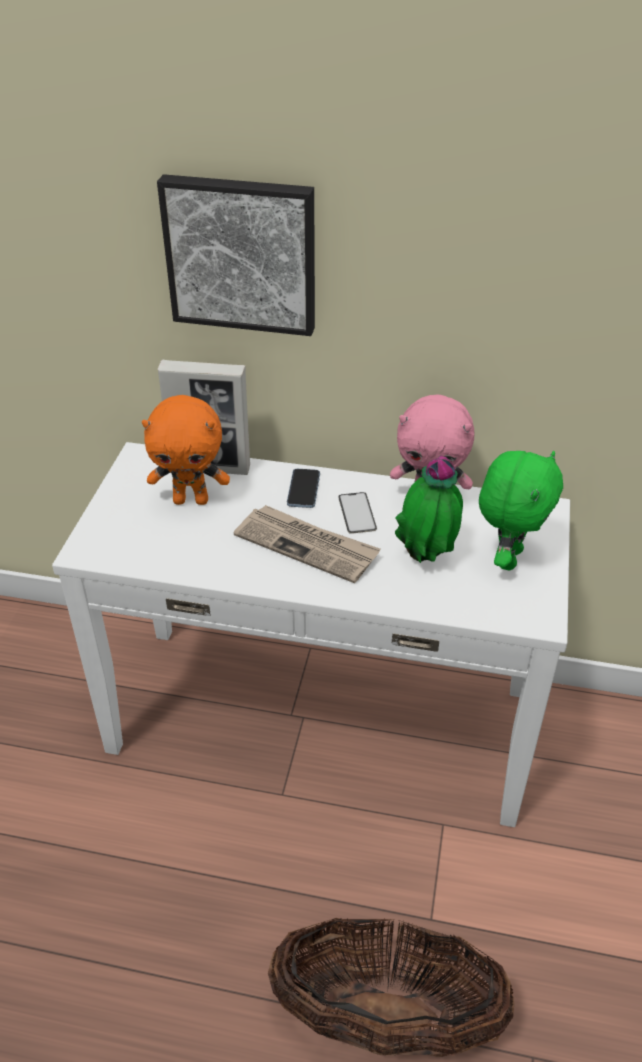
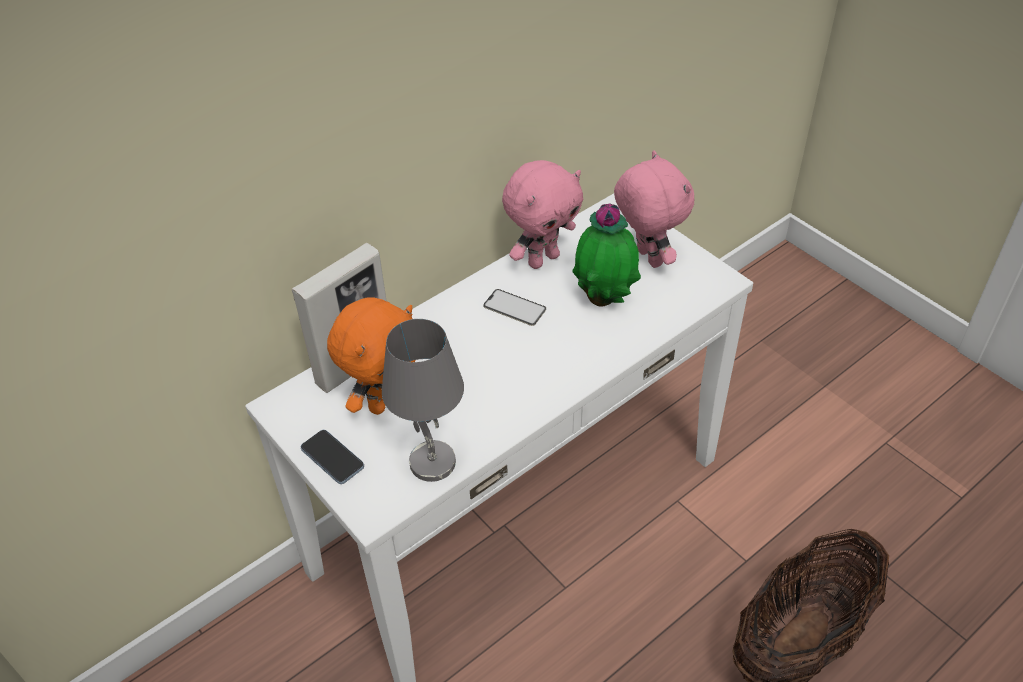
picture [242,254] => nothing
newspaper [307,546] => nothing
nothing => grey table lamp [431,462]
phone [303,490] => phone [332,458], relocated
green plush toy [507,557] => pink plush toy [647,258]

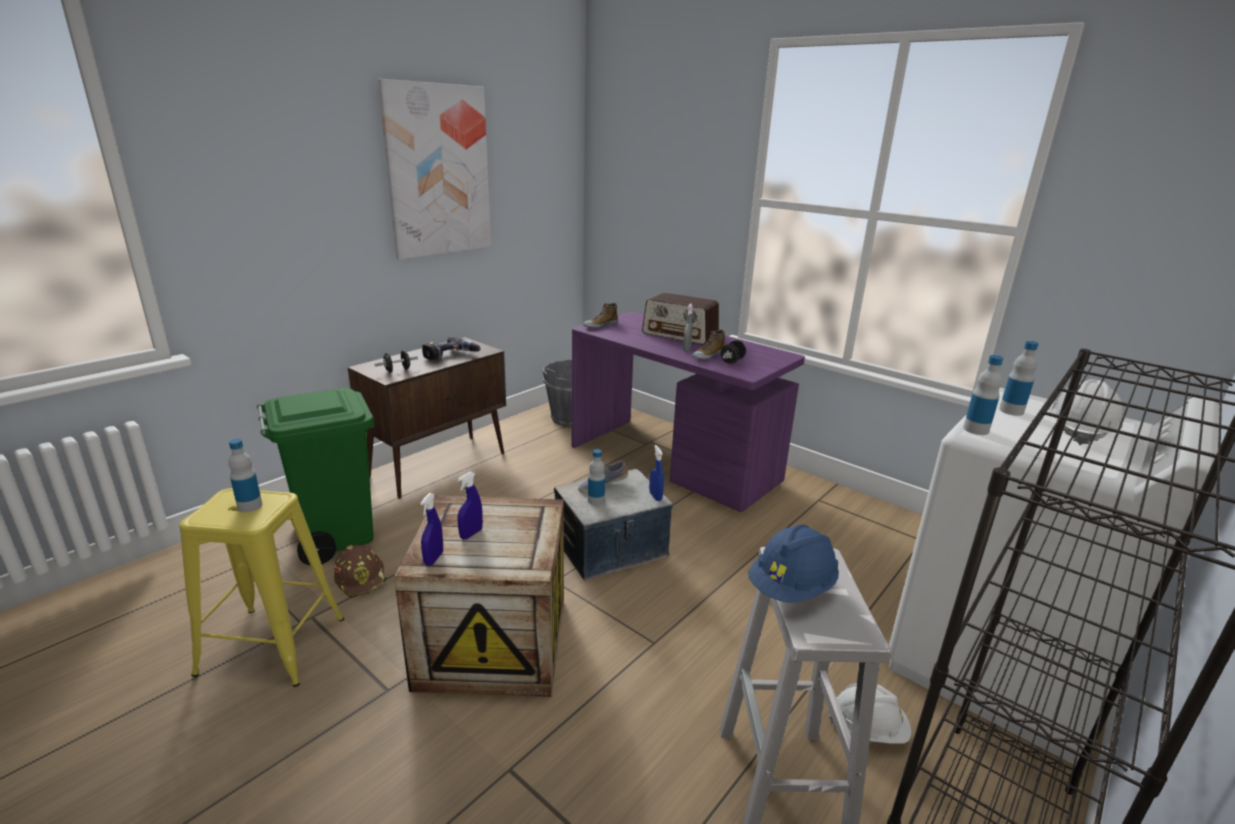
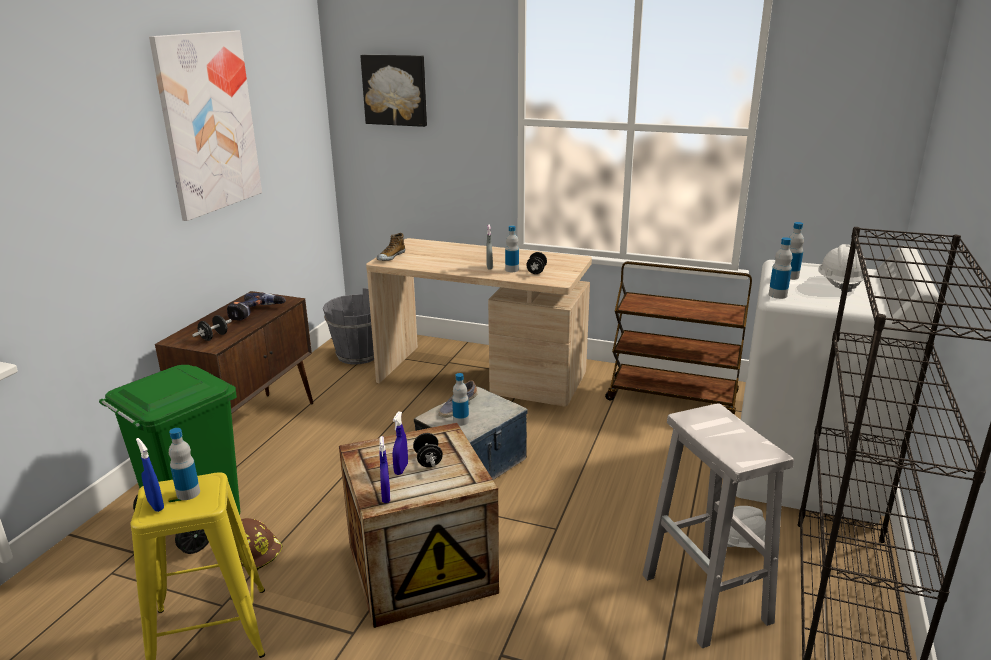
radio [680,334] => nothing
blue hard hat [792,588] => nothing
nothing => picture [395,90]
nothing => black dumbbell [428,460]
nothing => brown cart [673,397]
blue spray bottle [655,496] => blue spray bottle [156,505], relocated
shoe [707,355] => bottle [512,270]
purple desk [674,463] => beige desk [482,377]

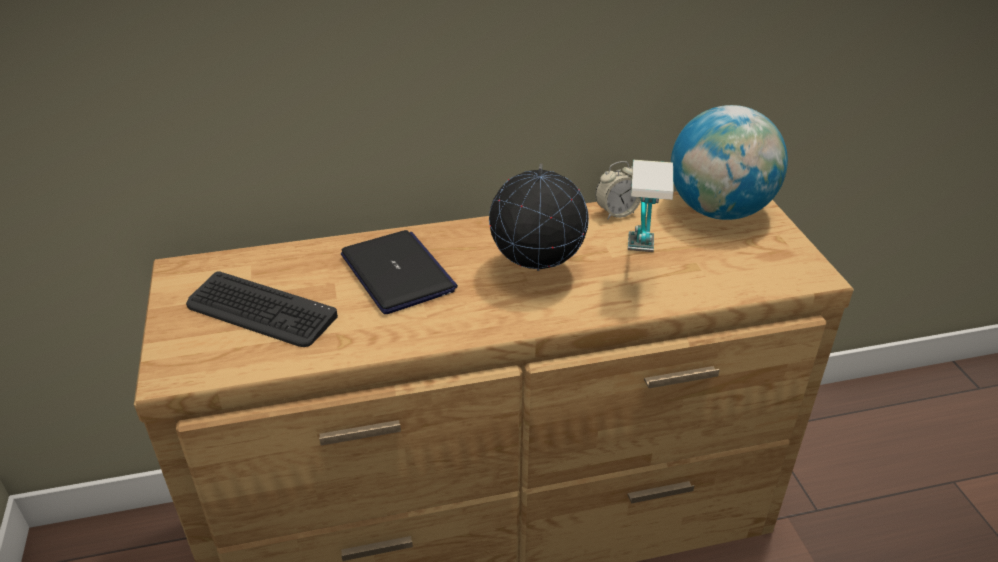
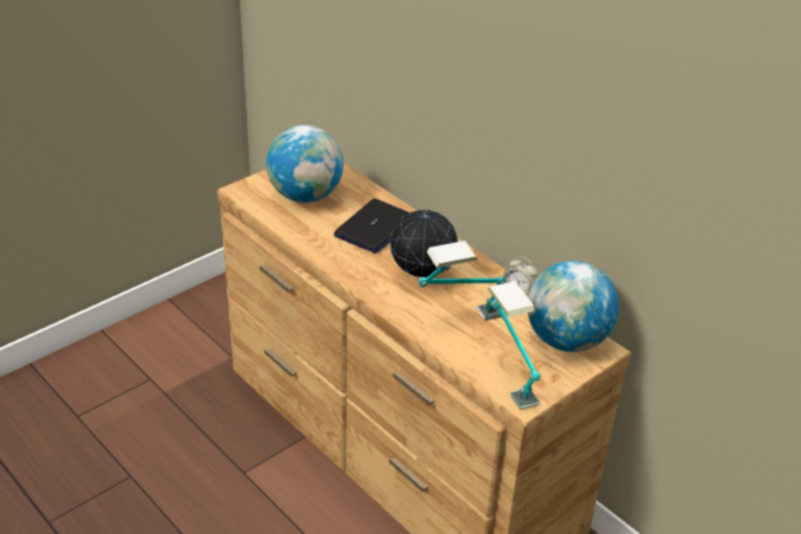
nothing => table lamp [508,377]
keyboard [260,311] => globe [305,196]

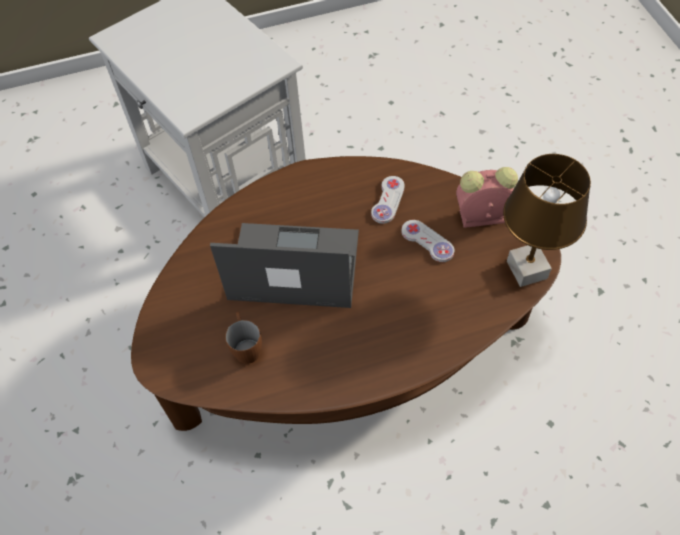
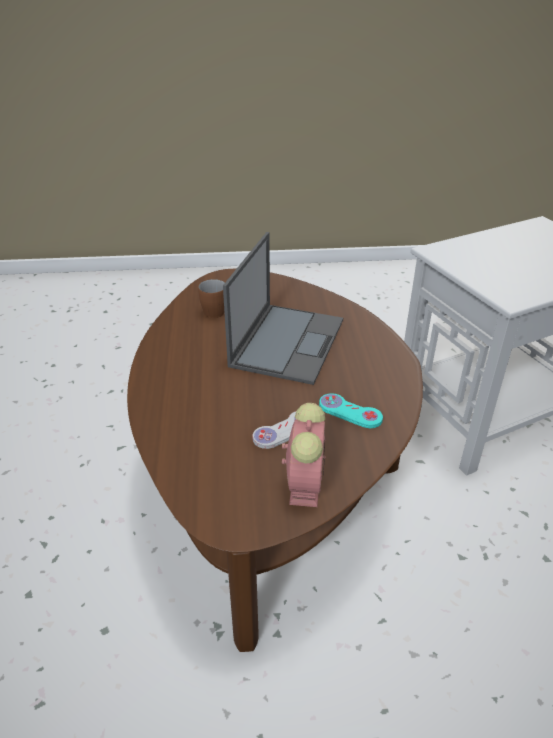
brown table lamp [527,270] => nothing
white game controller [388,200] => turquoise game controller [350,412]

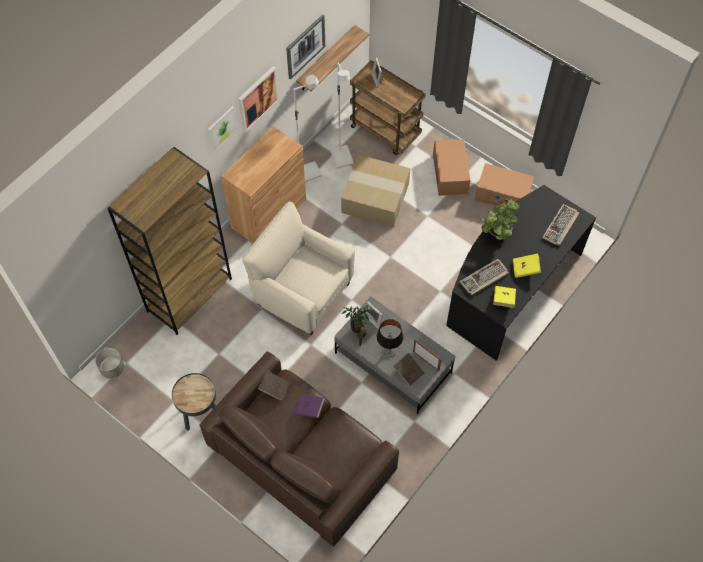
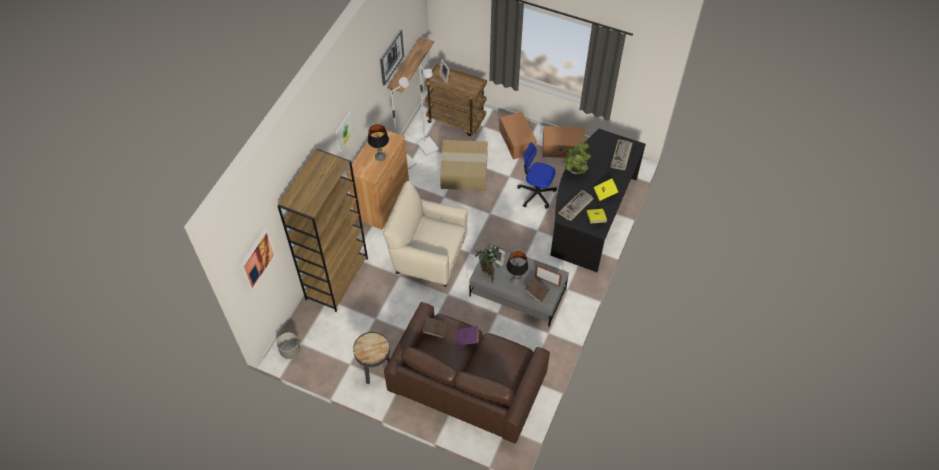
nothing => table lamp [380,157]
nothing => office chair [536,193]
picture [257,98] => picture [256,259], relocated

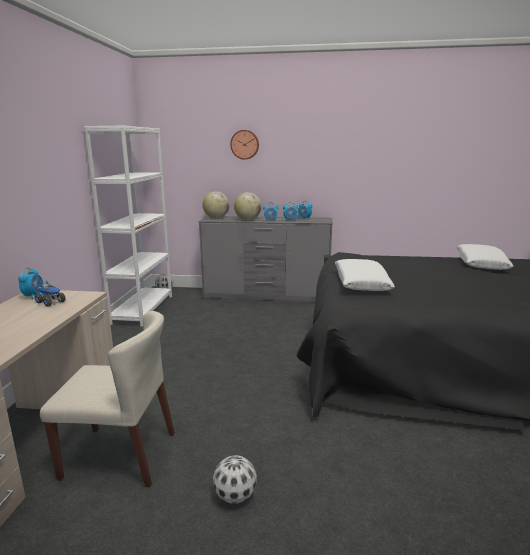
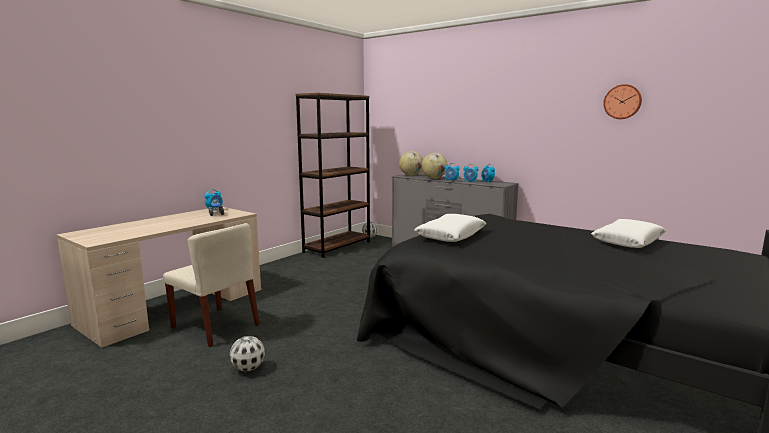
wall clock [244,144] => wall clock [622,102], relocated
white bookcase [143,309] => brown bookcase [337,247]

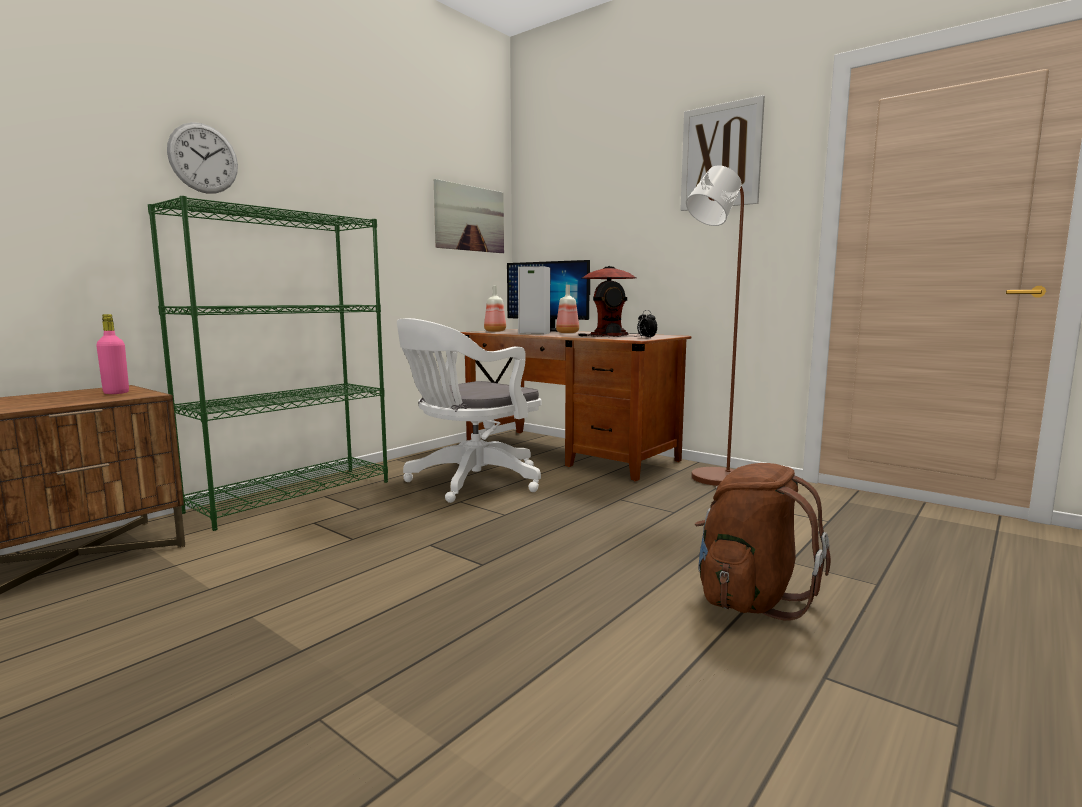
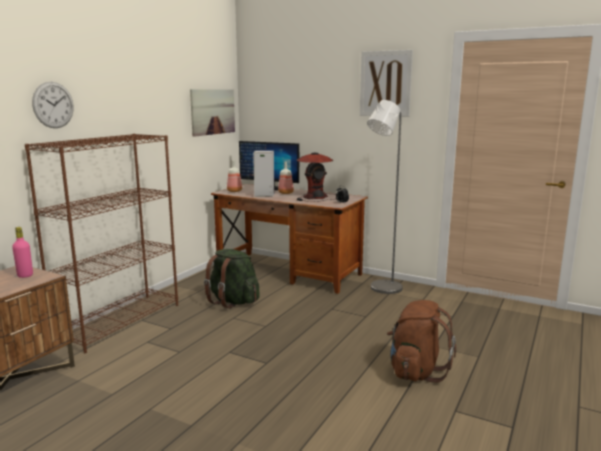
white office chair [470,482] => green backpack [233,301]
green bookcase [293,496] => brown bookcase [120,321]
brown floor lamp [710,480] => grey floor lamp [382,289]

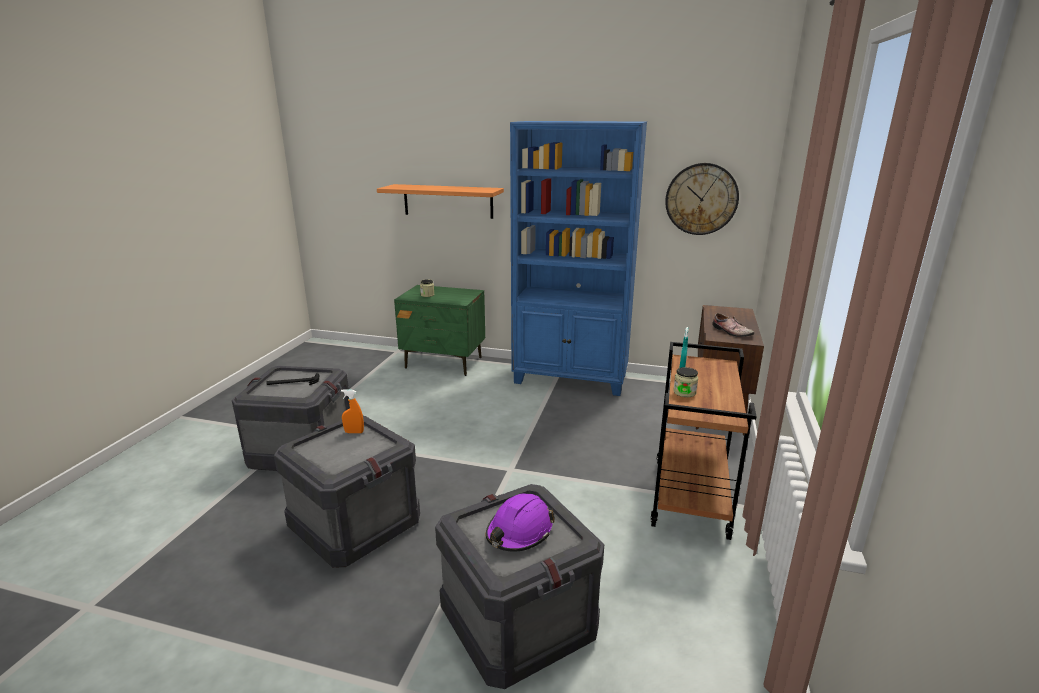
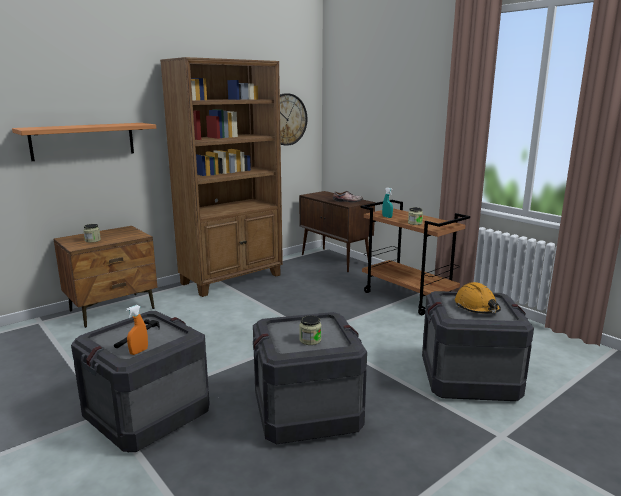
nothing => jar [310,340]
orange spray bottle [354,432] => orange spray bottle [139,351], relocated
green nightstand [444,363] => brown nightstand [113,310]
purple hard hat [519,532] => orange hard hat [476,308]
blue bookcase [571,379] => brown bookcase [232,279]

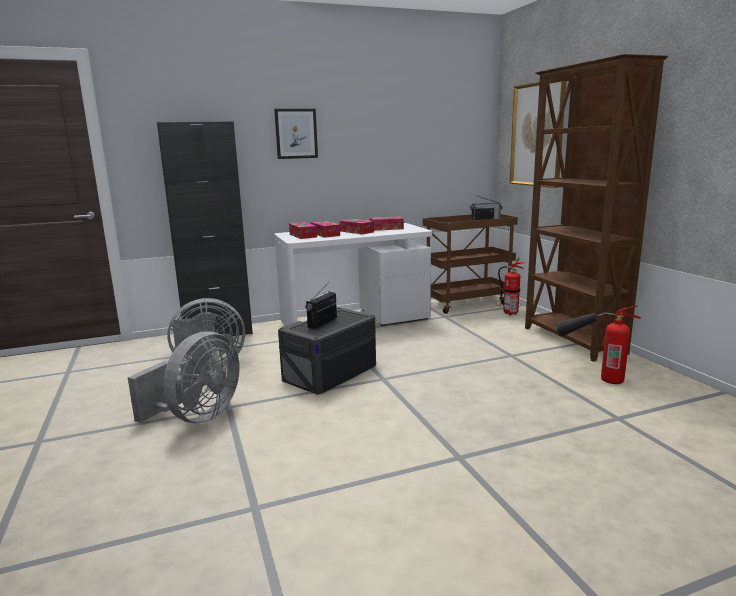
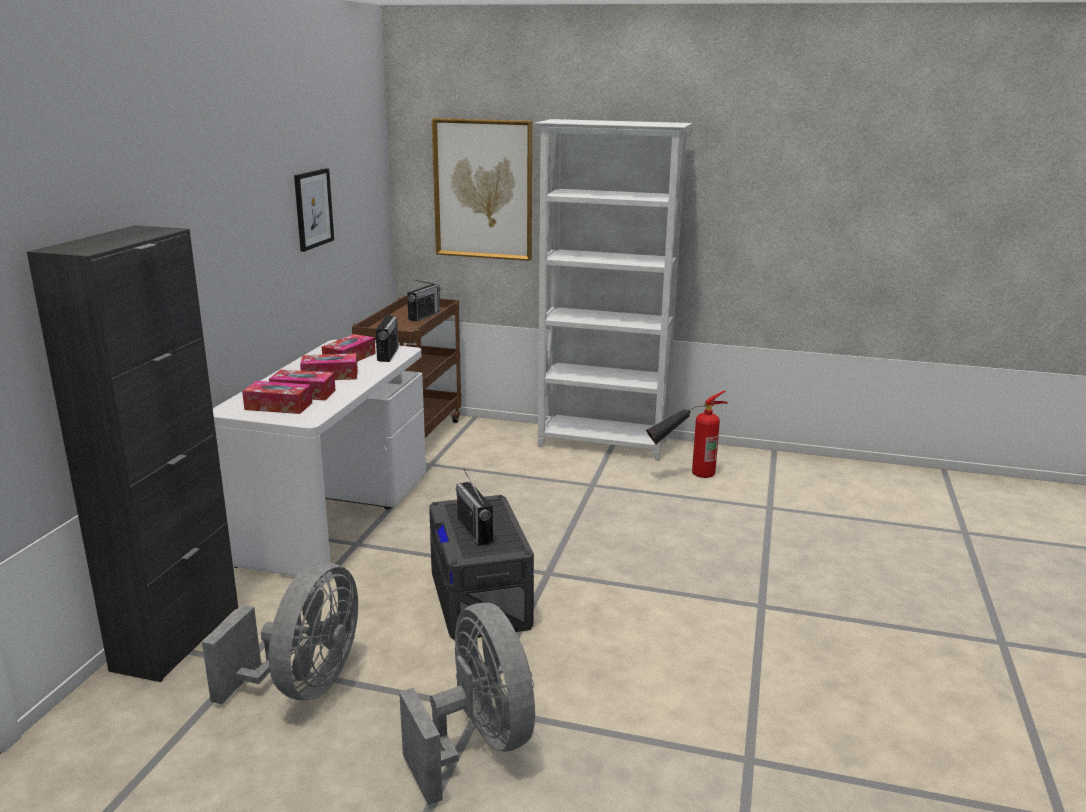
fire extinguisher [508,314] => nothing
nothing => radio [388,354]
picture [296,133] => picture [313,209], relocated
brown bookcase [573,341] => white bookcase [603,444]

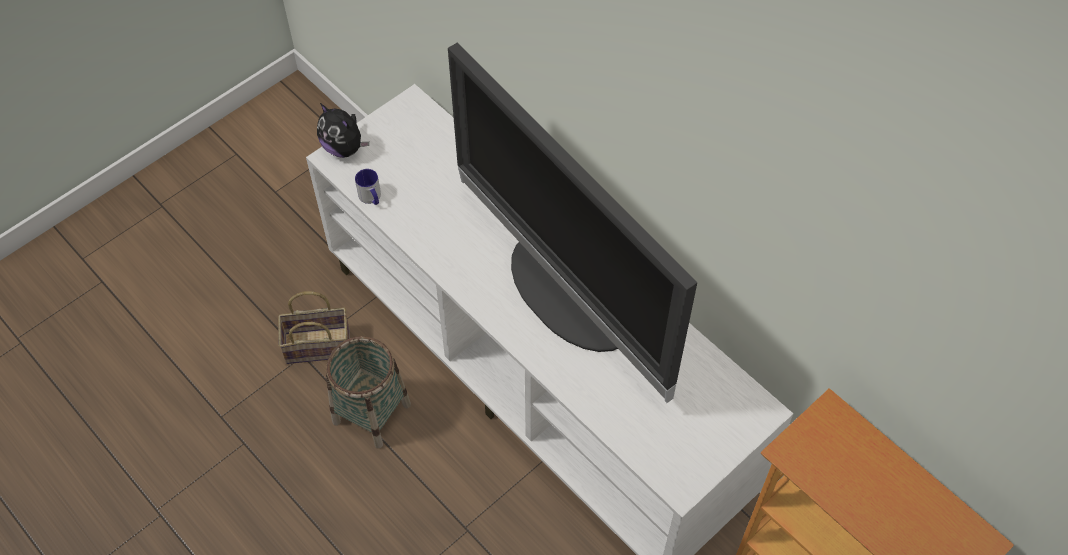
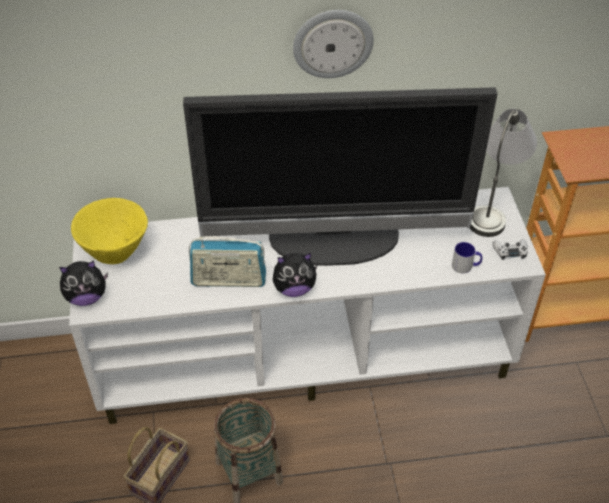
nothing => yellow bowl [116,251]
nothing => radio [228,280]
nothing => plush toy [294,288]
nothing => wall clock [332,43]
nothing => grey table lamp [494,206]
nothing => white game controller [510,251]
mug [371,198] => mug [466,266], relocated

